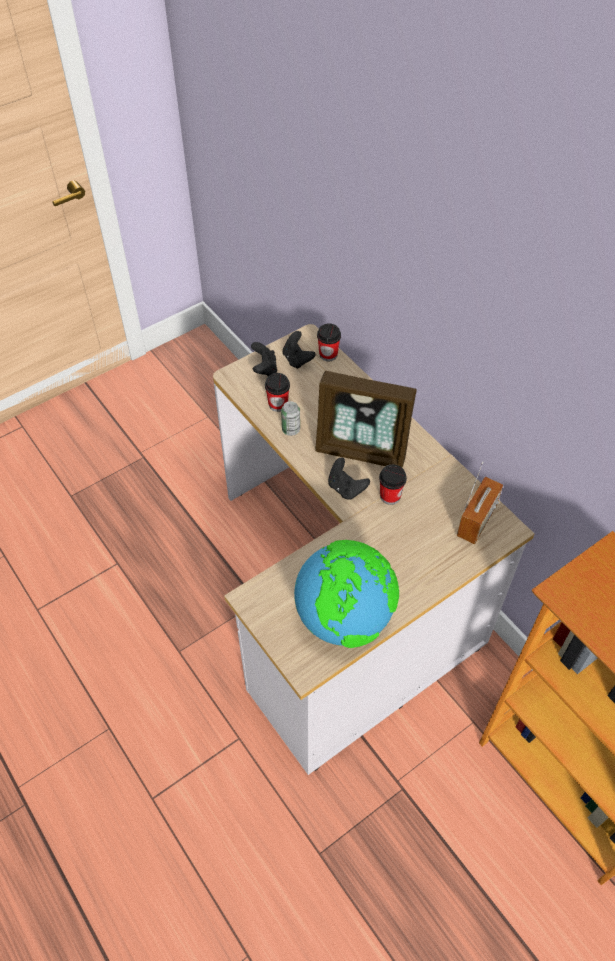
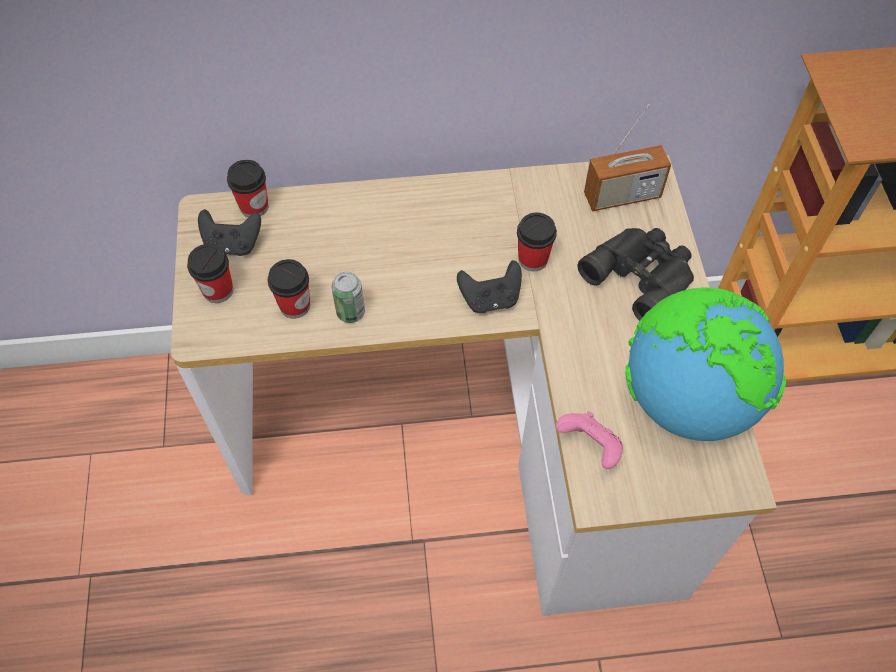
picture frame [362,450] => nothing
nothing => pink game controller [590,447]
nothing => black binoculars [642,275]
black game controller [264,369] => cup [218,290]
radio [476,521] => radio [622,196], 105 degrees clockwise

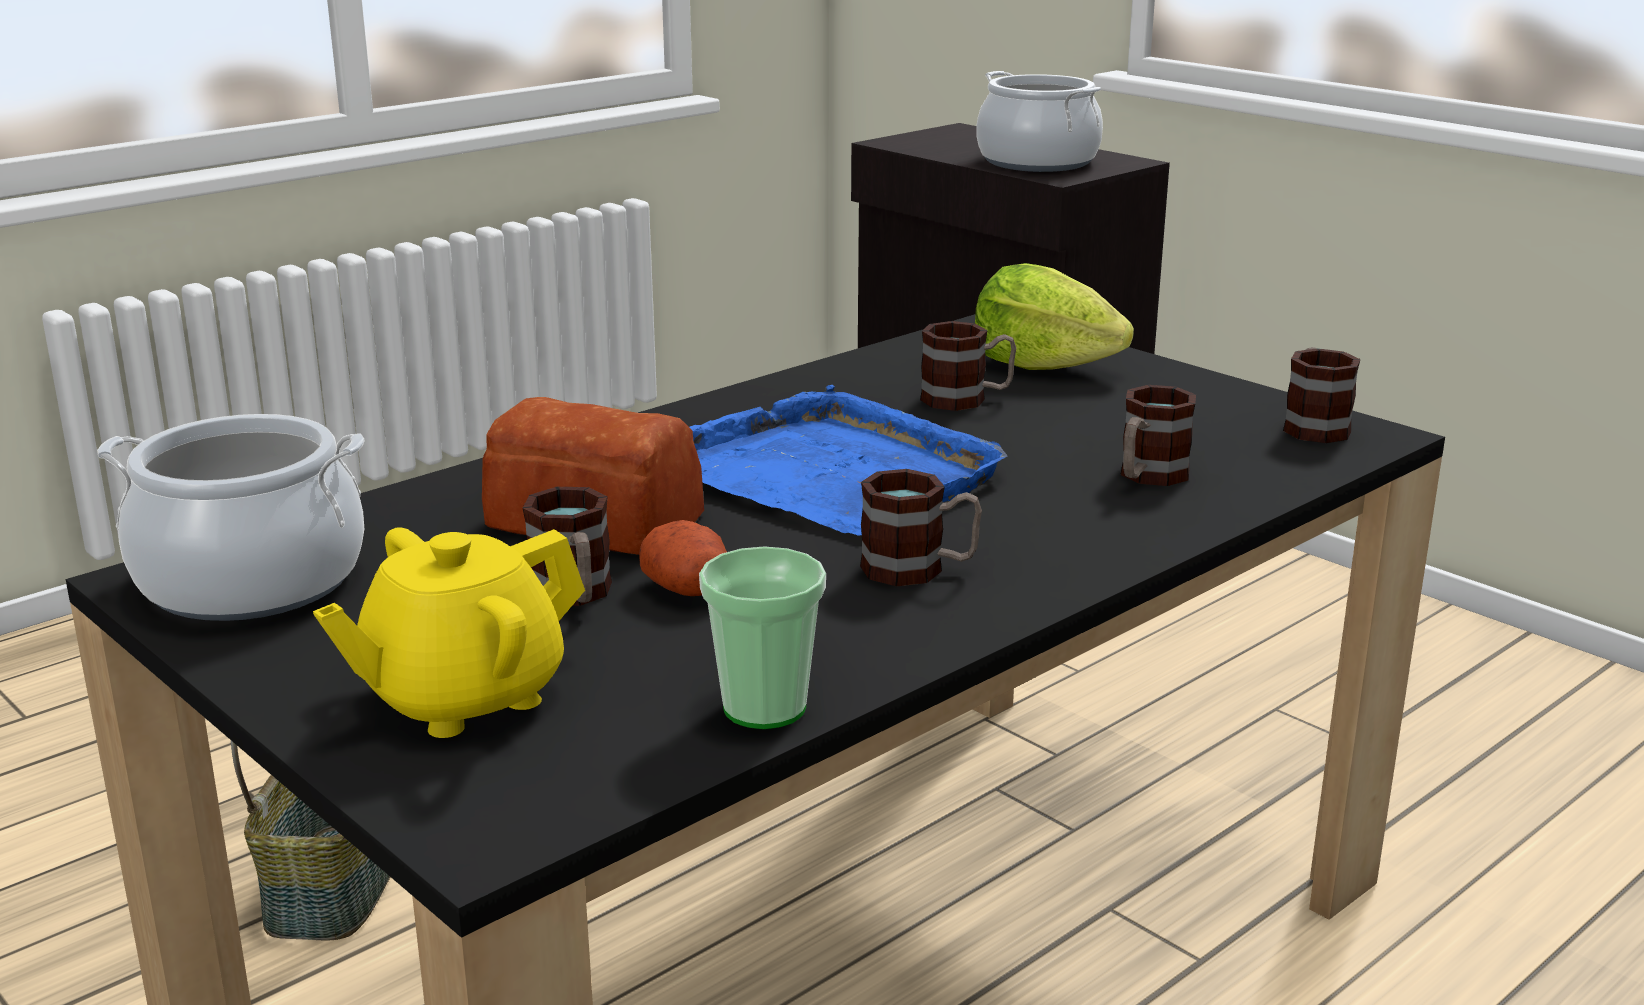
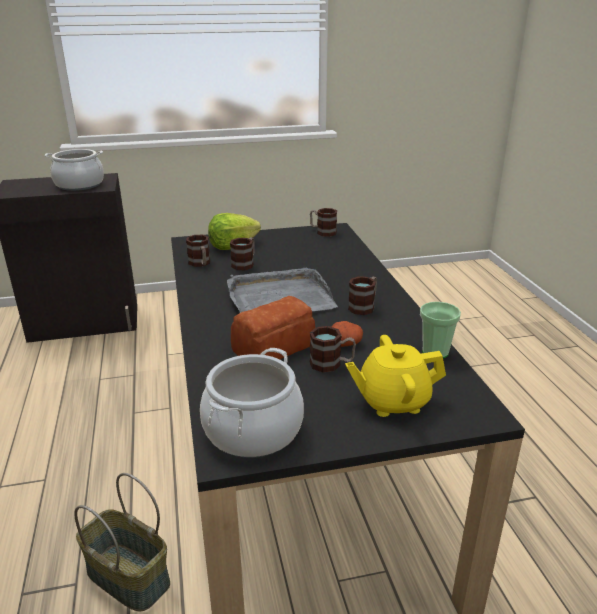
mug [1147,477] => mug [200,264], relocated
blue tray [832,473] => grey tray [279,299]
yellow teapot [462,698] => yellow teapot [392,401], 90 degrees clockwise

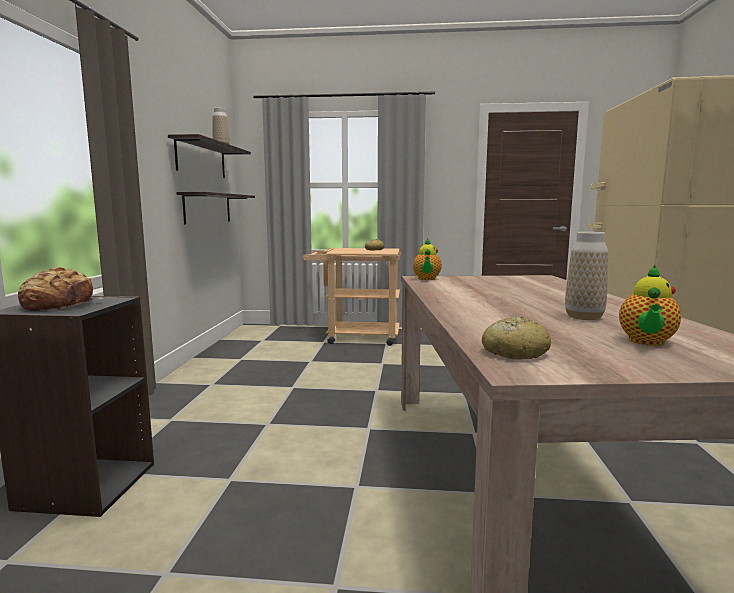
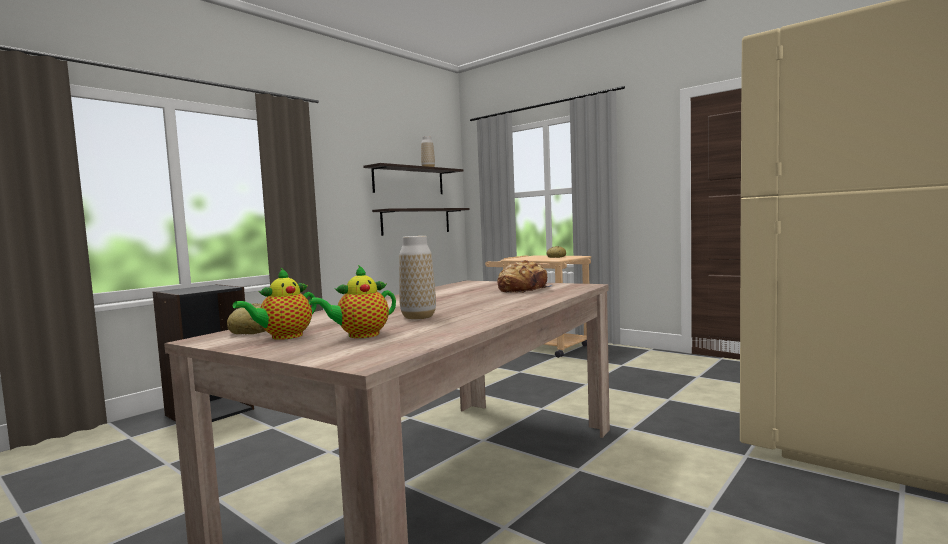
bread [59,305] => bread [523,289], relocated
teapot [426,279] => teapot [283,337], relocated

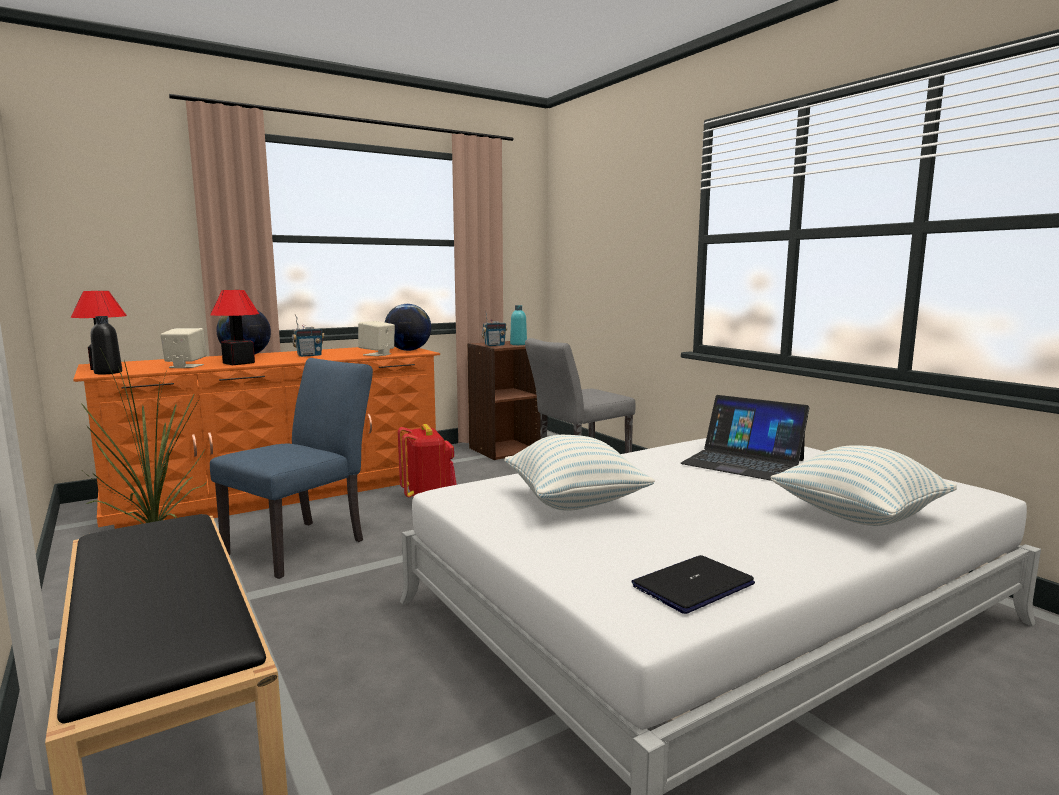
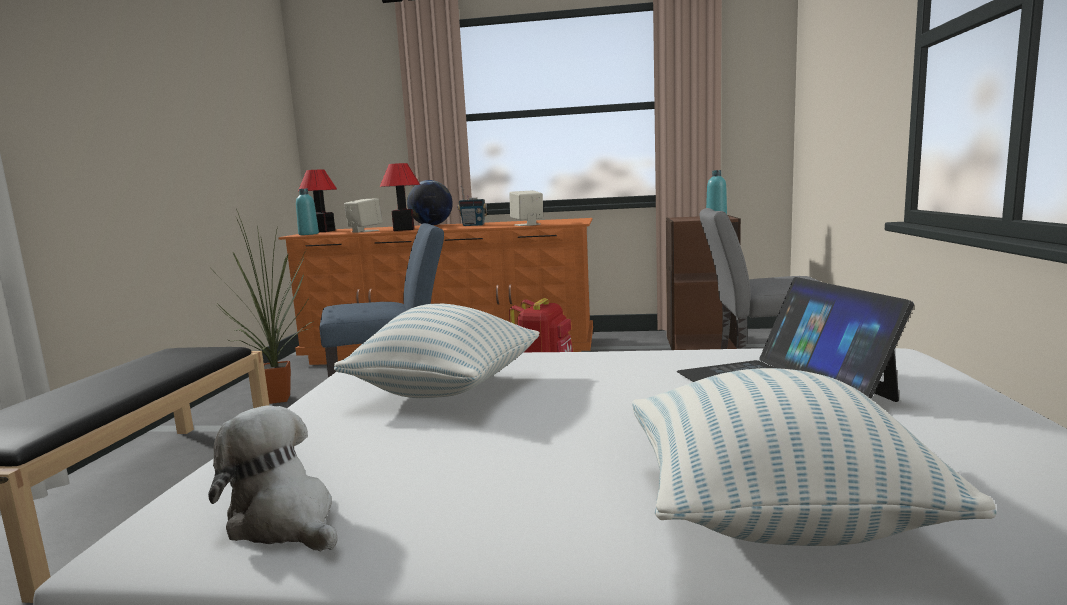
globe [408,350] => nothing
radio [494,345] => nothing
laptop [693,585] => plush toy [285,521]
black bottle [108,372] => turquoise bottle [308,234]

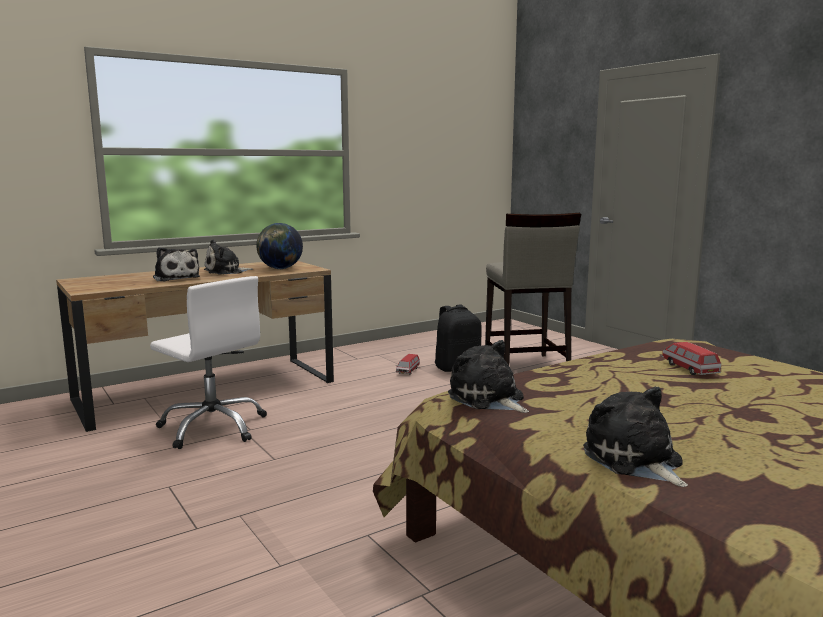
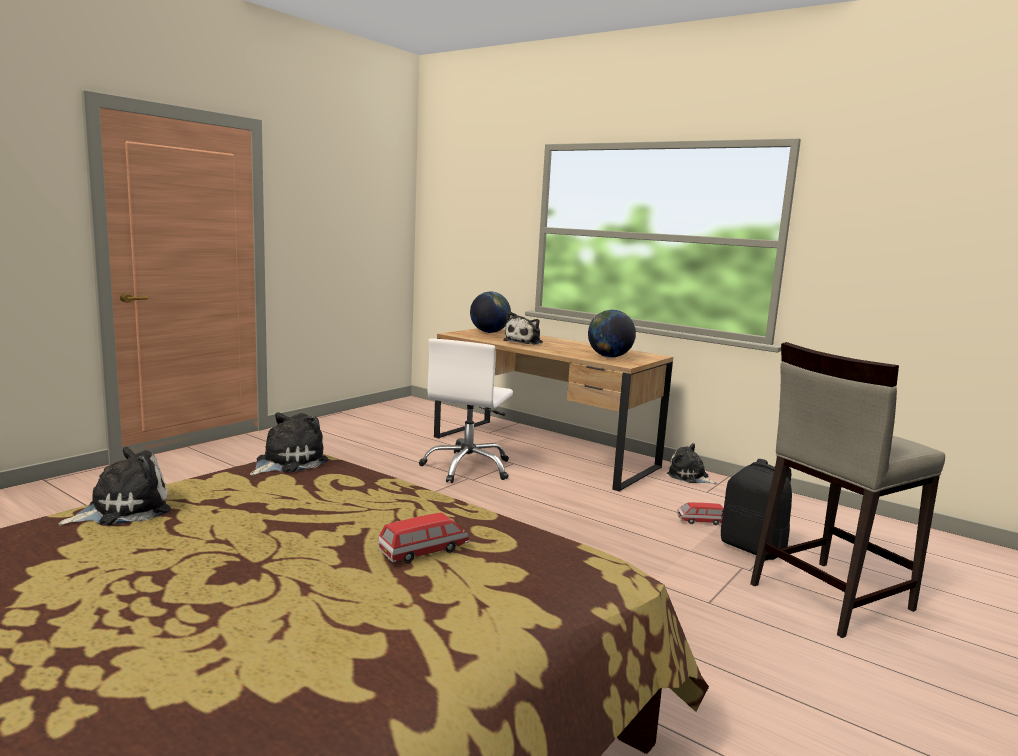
nothing => globe [489,332]
plush toy [226,272] => plush toy [689,477], relocated

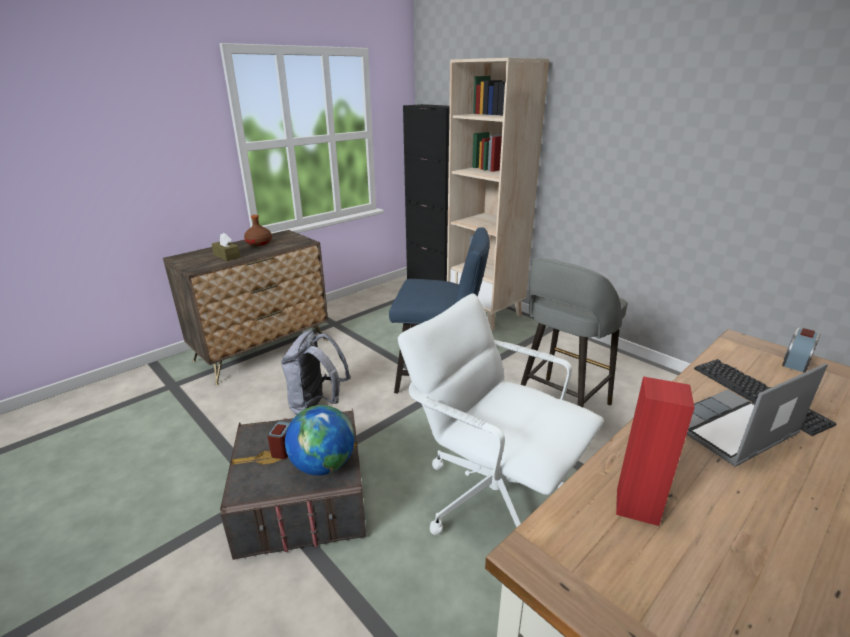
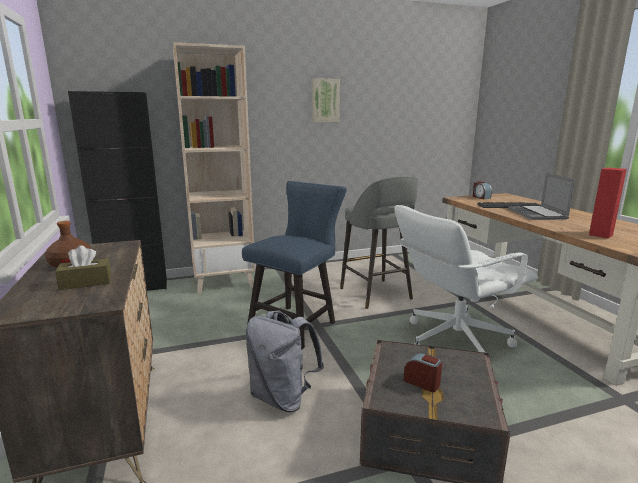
globe [323,465] => nothing
nothing => picture [325,100]

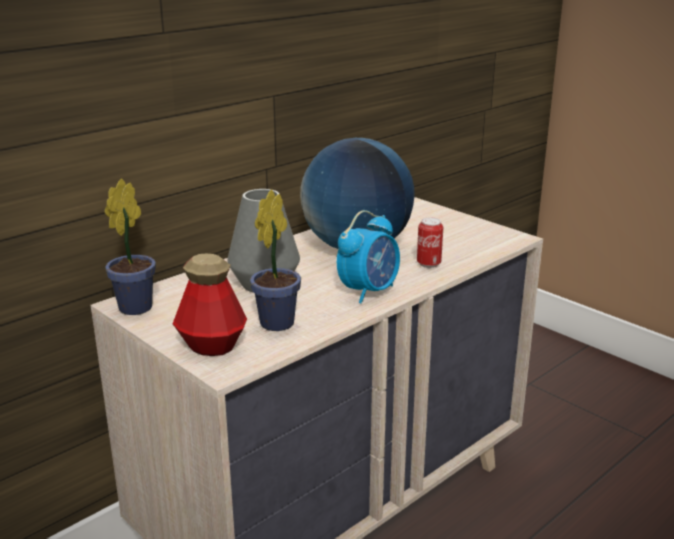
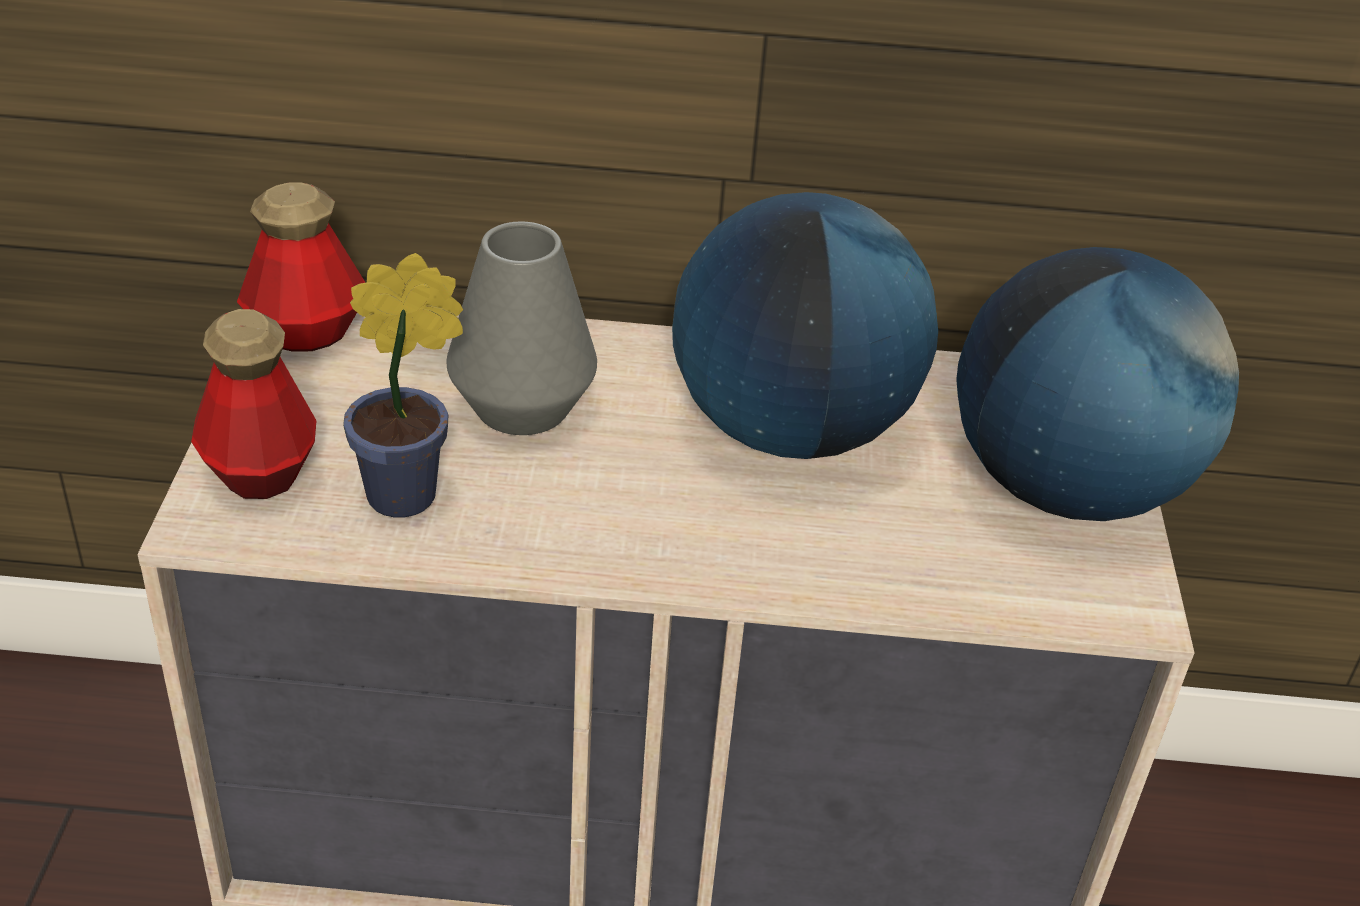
alarm clock [369,291] => nothing
can [428,264] => nothing
nothing => globe [1066,487]
potted plant [138,306] => bottle [306,332]

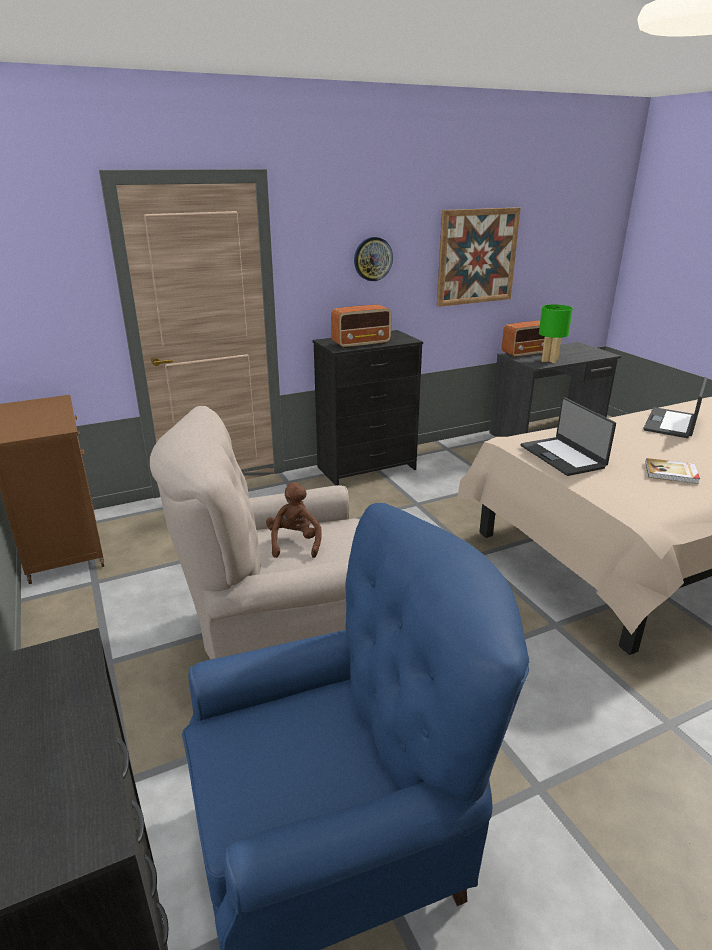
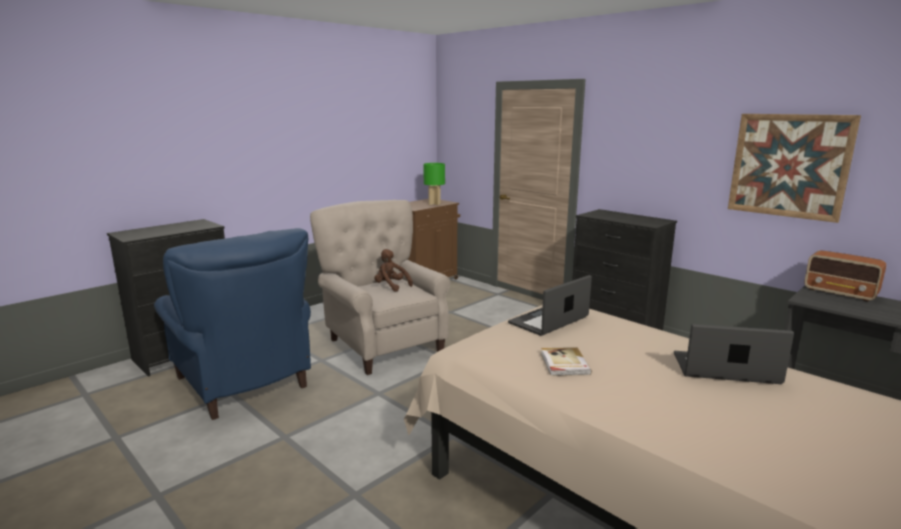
radio [361,343] => nothing
wall clock [373,259] => nothing
green table lamp [549,360] => green table lamp [434,204], relocated
brown plush toy [294,543] => brown plush toy [391,286], 120 degrees counterclockwise

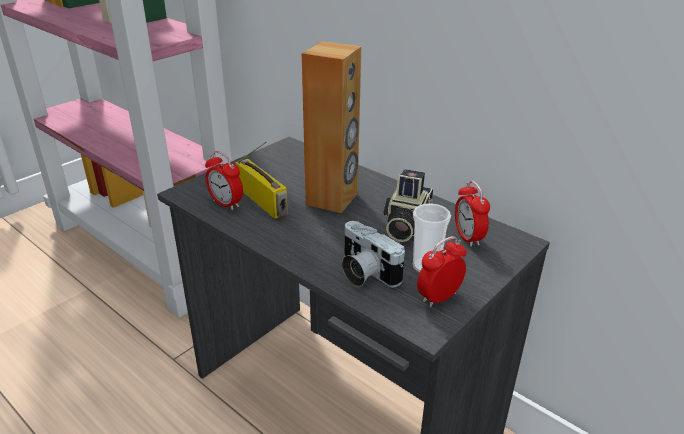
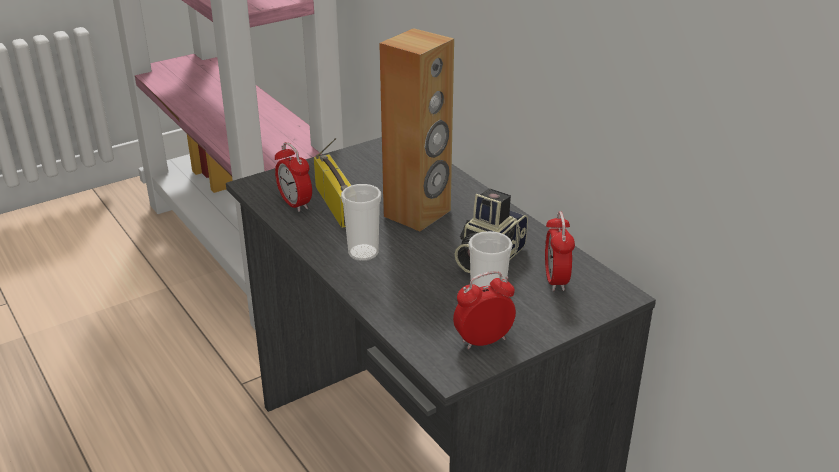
photo camera [364,272] => nothing
nothing => cup [363,253]

